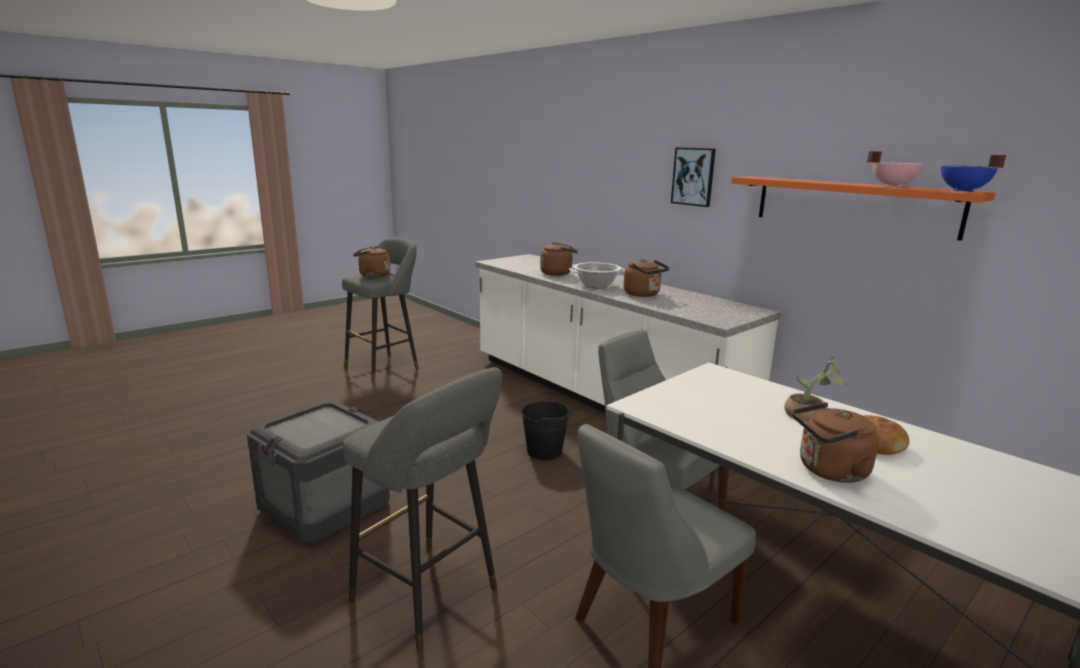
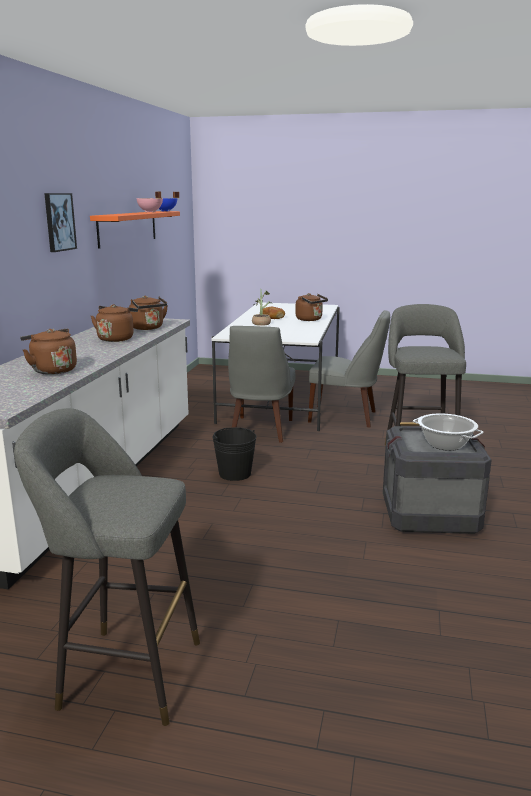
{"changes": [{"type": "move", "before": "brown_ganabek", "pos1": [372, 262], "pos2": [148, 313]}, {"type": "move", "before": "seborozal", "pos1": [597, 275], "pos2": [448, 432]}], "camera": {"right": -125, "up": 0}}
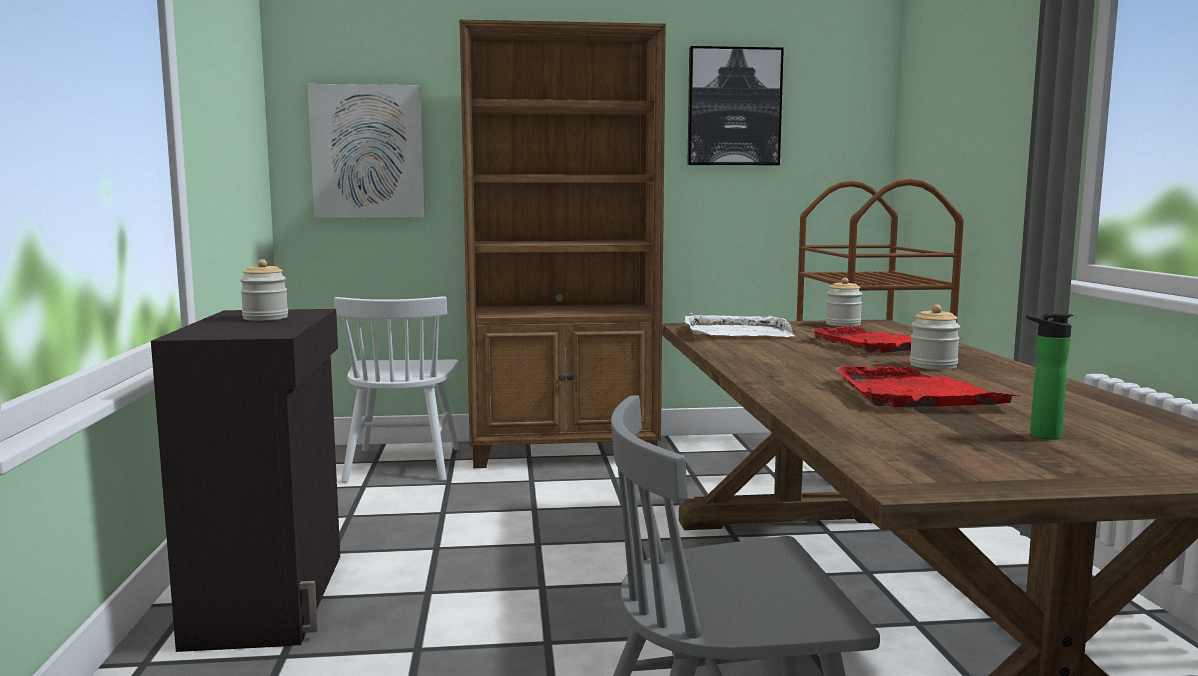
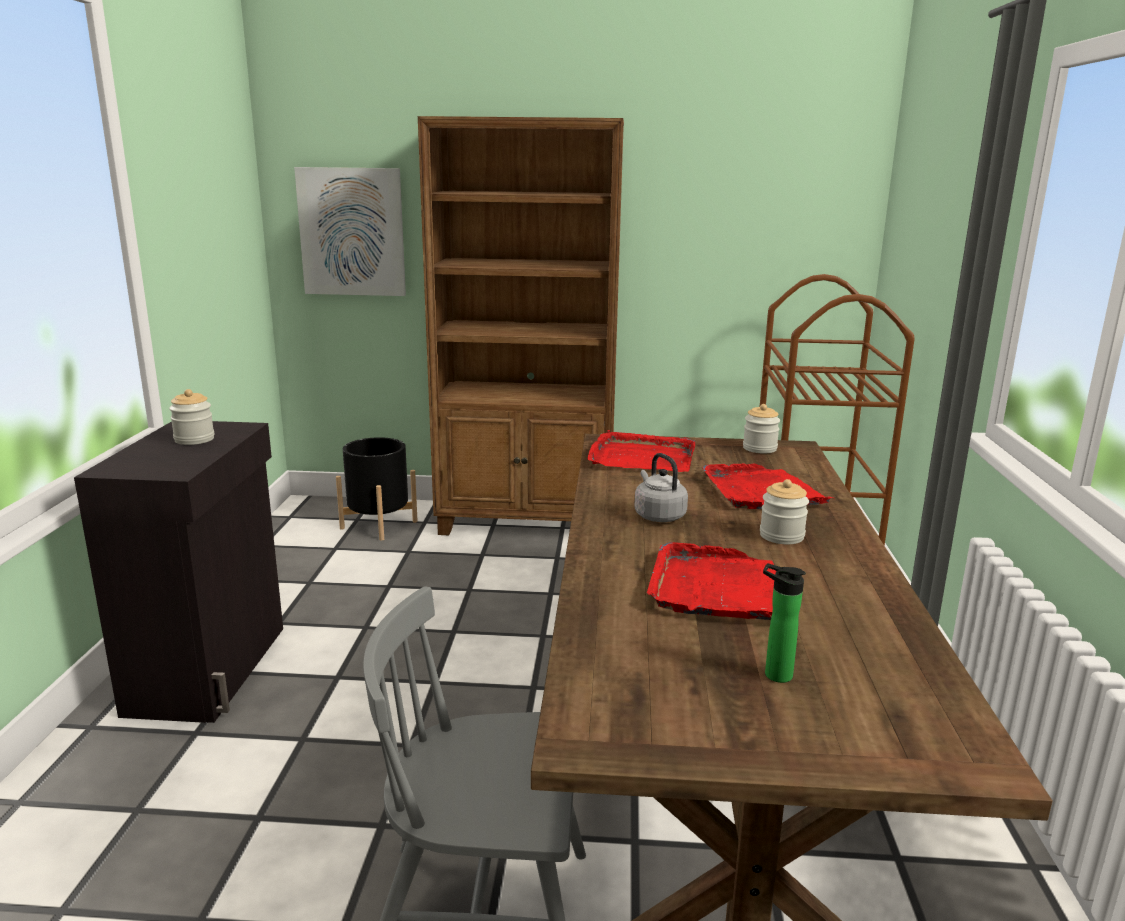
{"changes": [{"type": "replace", "before": "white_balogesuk", "after": "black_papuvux", "pos1": [396, 389], "pos2": [377, 489]}, {"type": "recolor", "before": "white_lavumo", "after": "red_lavumo", "pos1": [739, 325], "pos2": [641, 451]}, {"type": "delete", "before": "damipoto", "pos1": [735, 105]}, {"type": "insert", "after": "grey_ganabek", "pos2": [661, 487]}], "camera": {"right": 10, "up": 10}}
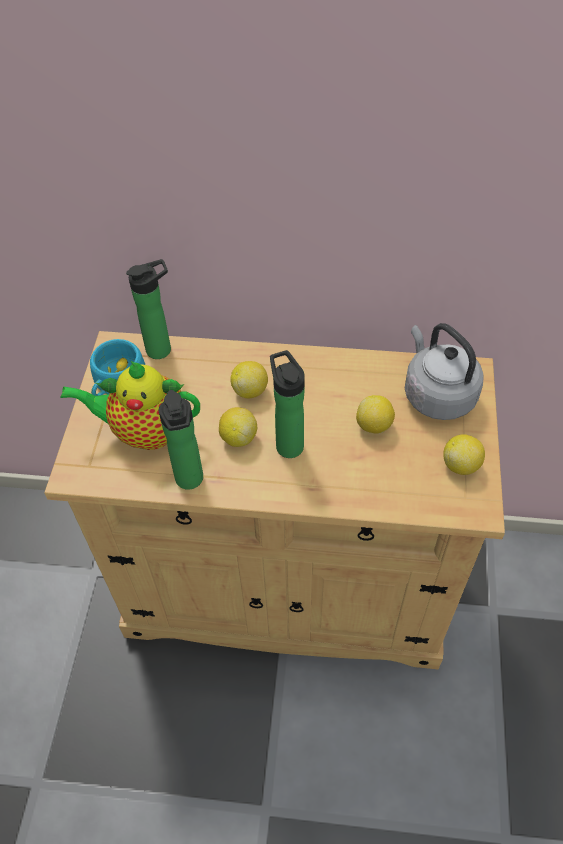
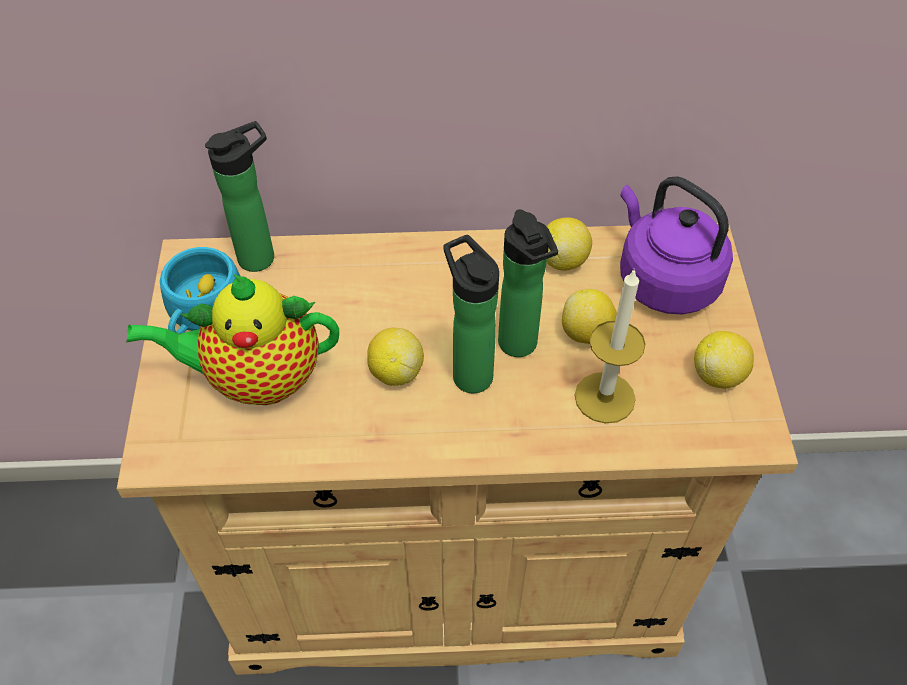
{"changes": [{"type": "move", "before": "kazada", "pos1": [181, 440], "pos2": [528, 283]}, {"type": "move", "before": "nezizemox", "pos1": [249, 379], "pos2": [569, 244]}, {"type": "recolor", "before": "grey_ganabek", "after": "purple_ganabek", "pos1": [444, 371], "pos2": [676, 245]}, {"type": "insert", "after": "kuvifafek", "pos2": [610, 345]}], "camera": {"right": -10, "up": 0}}
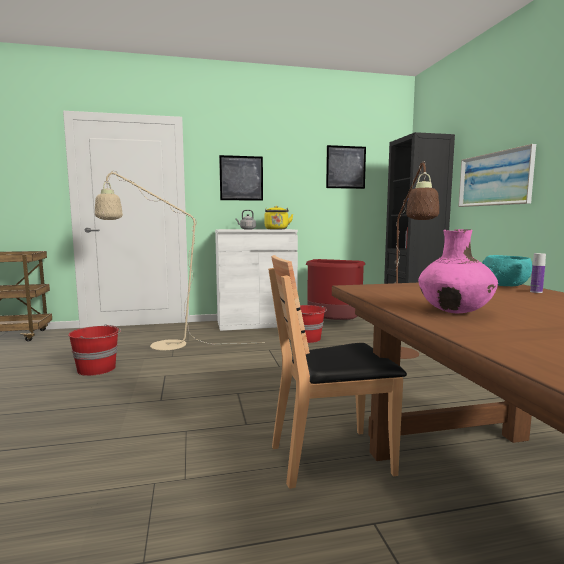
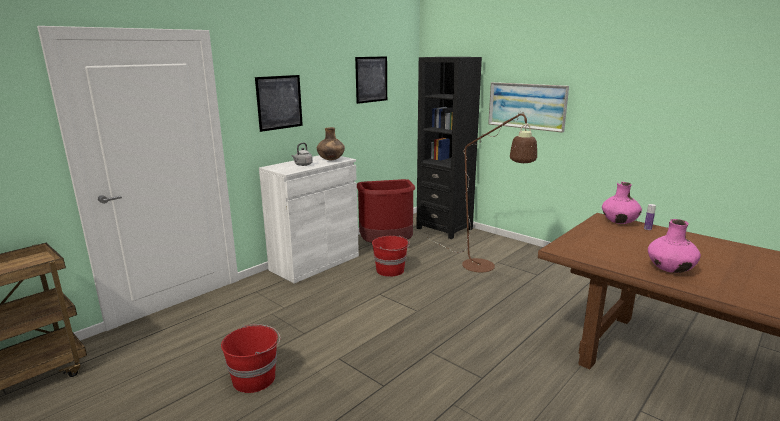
{"changes": [{"type": "delete", "before": "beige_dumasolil", "pos1": [169, 260]}, {"type": "replace", "before": "yellow_ganabek", "after": "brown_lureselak", "pos1": [278, 218], "pos2": [331, 143]}, {"type": "delete", "before": "brown_balogesuk", "pos1": [337, 372]}, {"type": "replace", "before": "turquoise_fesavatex", "after": "pink_lureselak", "pos1": [507, 270], "pos2": [622, 203]}], "camera": {"right": -35, "up": 10}}
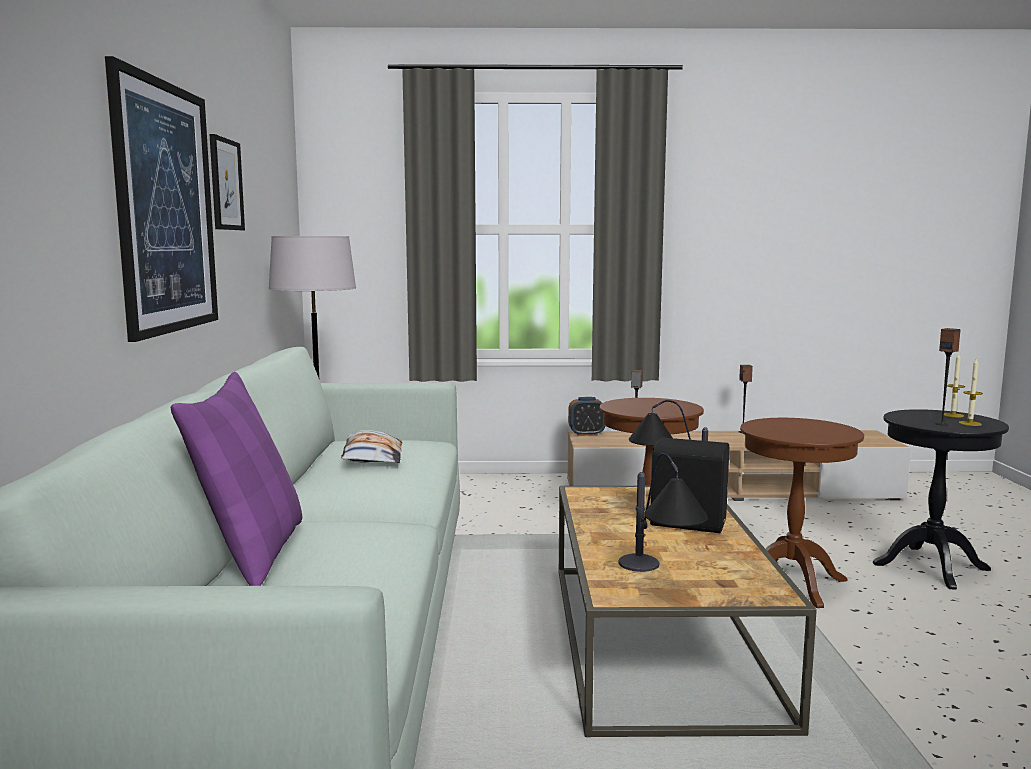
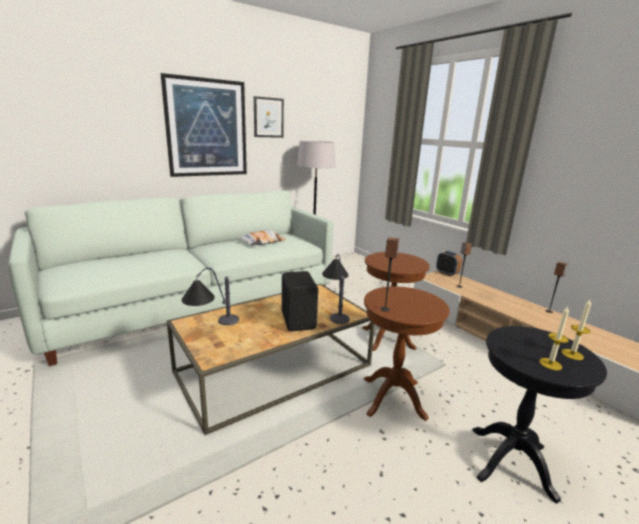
{"changes": [{"type": "delete", "before": "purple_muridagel", "pos1": [236, 479]}, {"type": "move", "before": "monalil", "pos1": [948, 376], "pos2": [389, 274]}], "camera": {"right": 55, "up": 10}}
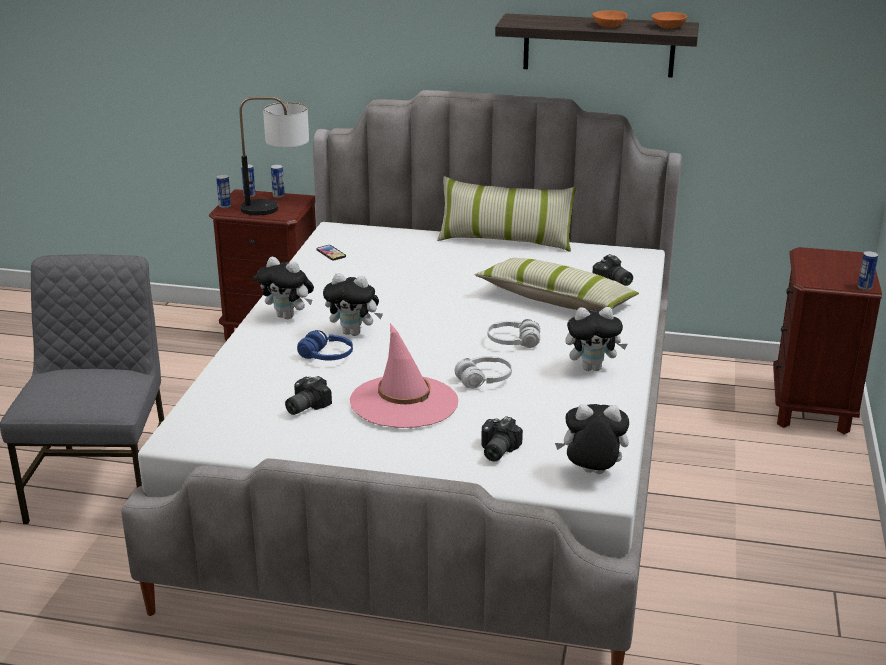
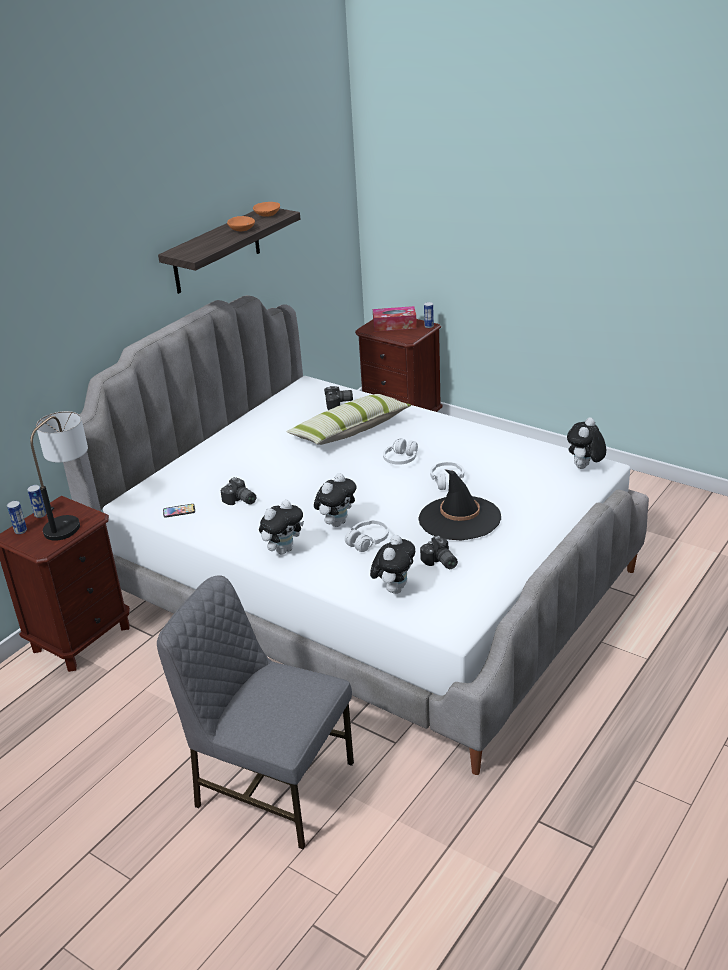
{"changes": [{"type": "delete", "before": "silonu", "pos1": [223, 191]}, {"type": "recolor", "before": "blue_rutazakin", "after": "white_rutazakin", "pos1": [325, 345], "pos2": [367, 536]}, {"type": "recolor", "before": "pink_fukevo", "after": "black_fukevo", "pos1": [404, 375], "pos2": [459, 504]}, {"type": "delete", "before": "muridagel", "pos1": [506, 214]}, {"type": "move", "before": "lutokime", "pos1": [502, 438], "pos2": [238, 491]}, {"type": "move", "before": "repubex", "pos1": [596, 339], "pos2": [392, 564]}, {"type": "insert", "after": "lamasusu", "pos2": [395, 318]}], "camera": {"right": -65, "up": 5}}
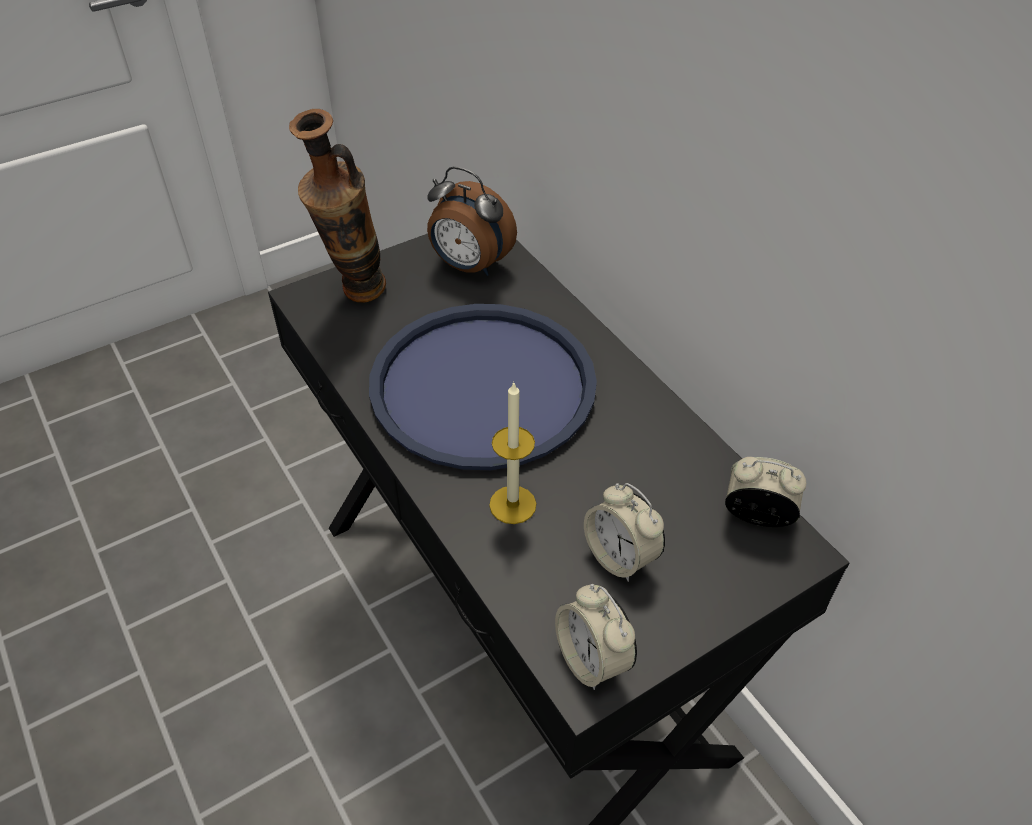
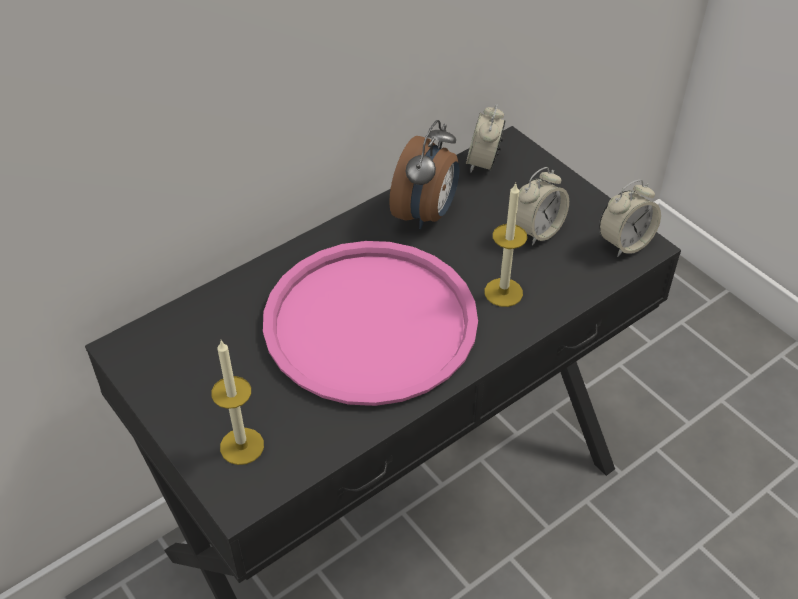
{"changes": [{"type": "replace", "before": "lureselak", "after": "kuvifafek", "pos1": [337, 206], "pos2": [237, 403]}, {"type": "recolor", "before": "blue_lavumo", "after": "pink_lavumo", "pos1": [483, 387], "pos2": [370, 323]}, {"type": "move", "before": "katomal", "pos1": [472, 221], "pos2": [424, 174]}], "camera": {"right": -95, "up": 0}}
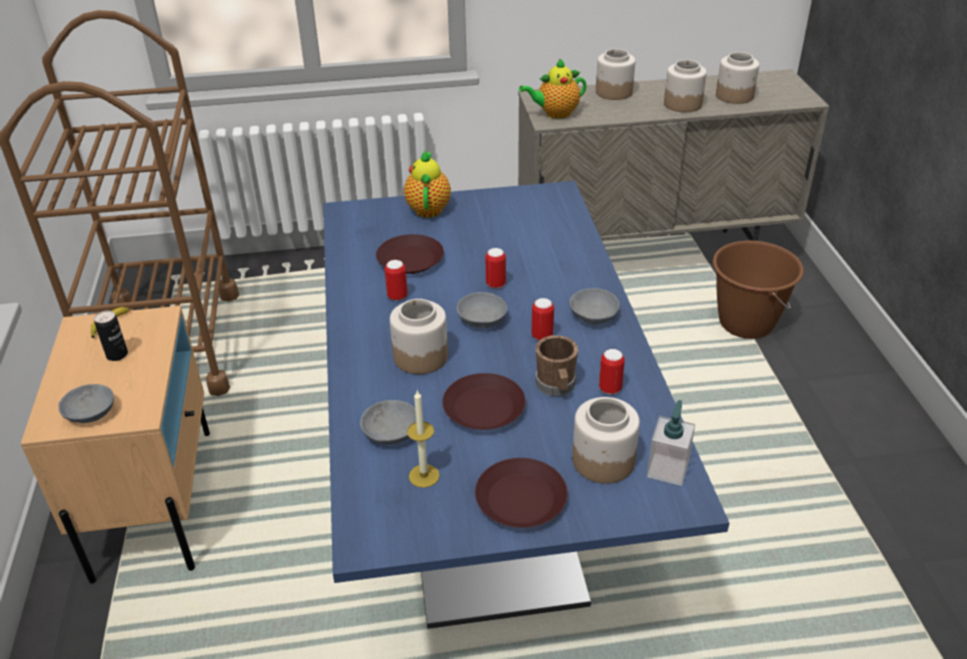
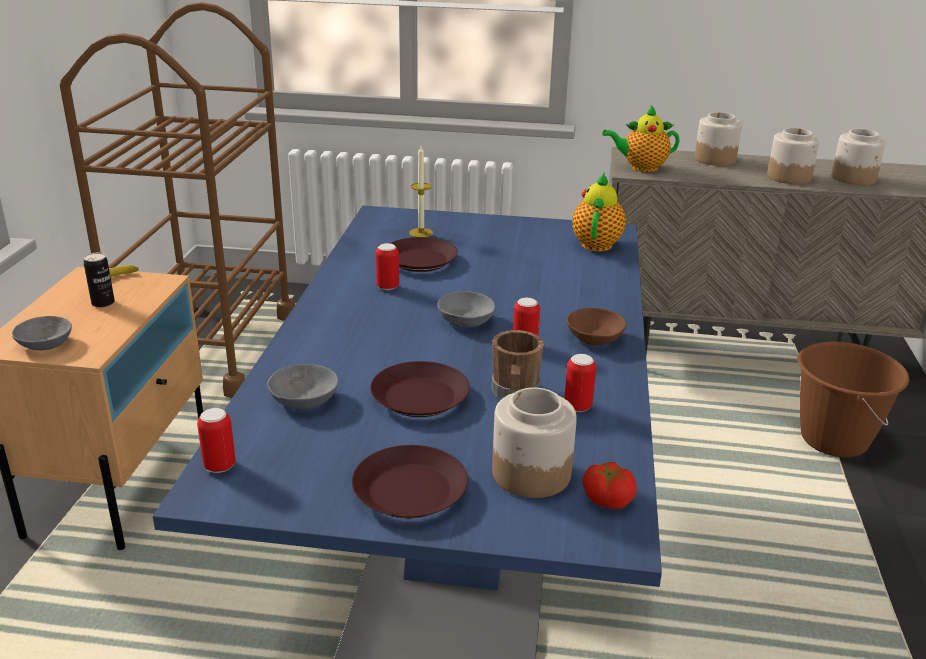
{"changes": [{"type": "delete", "before": "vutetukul", "pos1": [419, 336]}, {"type": "move", "before": "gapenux", "pos1": [427, 184], "pos2": [599, 212]}, {"type": "move", "before": "kuvifafek", "pos1": [423, 439], "pos2": [421, 191]}, {"type": "move", "before": "silonu", "pos1": [495, 268], "pos2": [216, 440]}, {"type": "recolor", "before": "grey_fesavatex", "after": "brown_fesavatex", "pos1": [594, 306], "pos2": [596, 326]}, {"type": "replace", "before": "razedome", "after": "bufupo", "pos1": [671, 443], "pos2": [609, 485]}], "camera": {"right": 15, "up": -10}}
